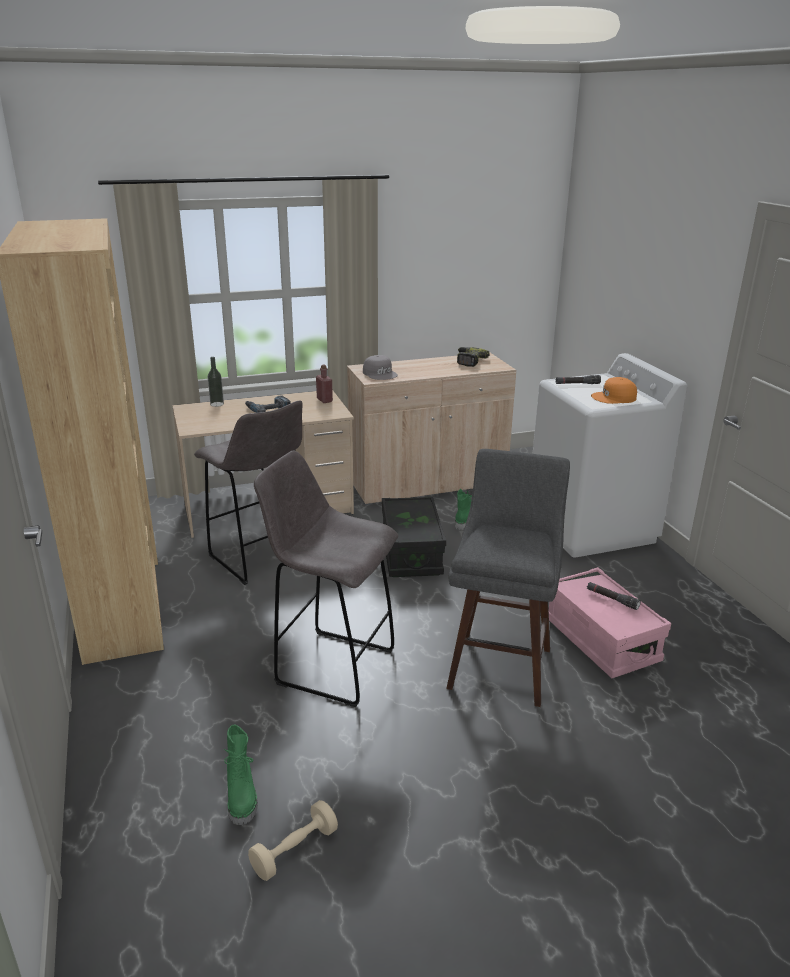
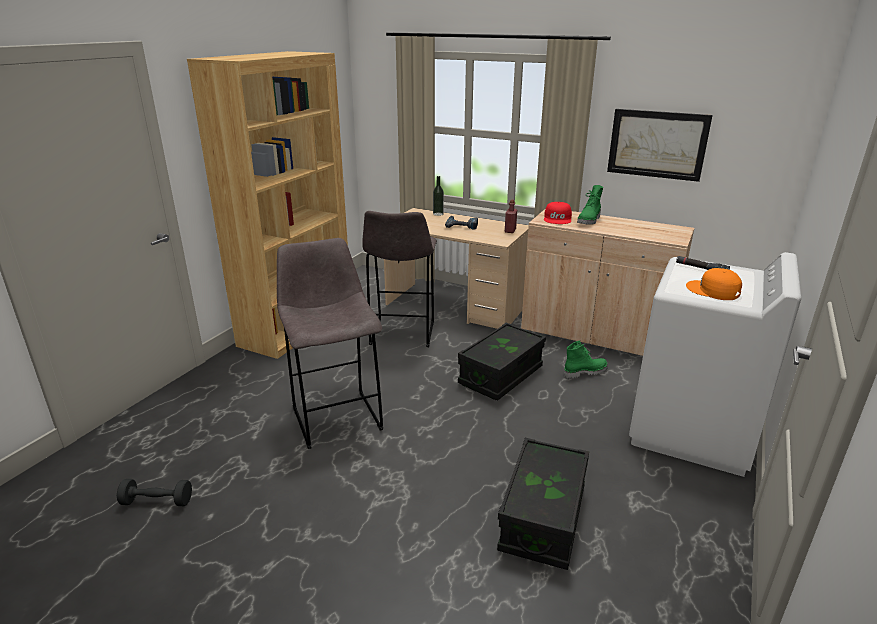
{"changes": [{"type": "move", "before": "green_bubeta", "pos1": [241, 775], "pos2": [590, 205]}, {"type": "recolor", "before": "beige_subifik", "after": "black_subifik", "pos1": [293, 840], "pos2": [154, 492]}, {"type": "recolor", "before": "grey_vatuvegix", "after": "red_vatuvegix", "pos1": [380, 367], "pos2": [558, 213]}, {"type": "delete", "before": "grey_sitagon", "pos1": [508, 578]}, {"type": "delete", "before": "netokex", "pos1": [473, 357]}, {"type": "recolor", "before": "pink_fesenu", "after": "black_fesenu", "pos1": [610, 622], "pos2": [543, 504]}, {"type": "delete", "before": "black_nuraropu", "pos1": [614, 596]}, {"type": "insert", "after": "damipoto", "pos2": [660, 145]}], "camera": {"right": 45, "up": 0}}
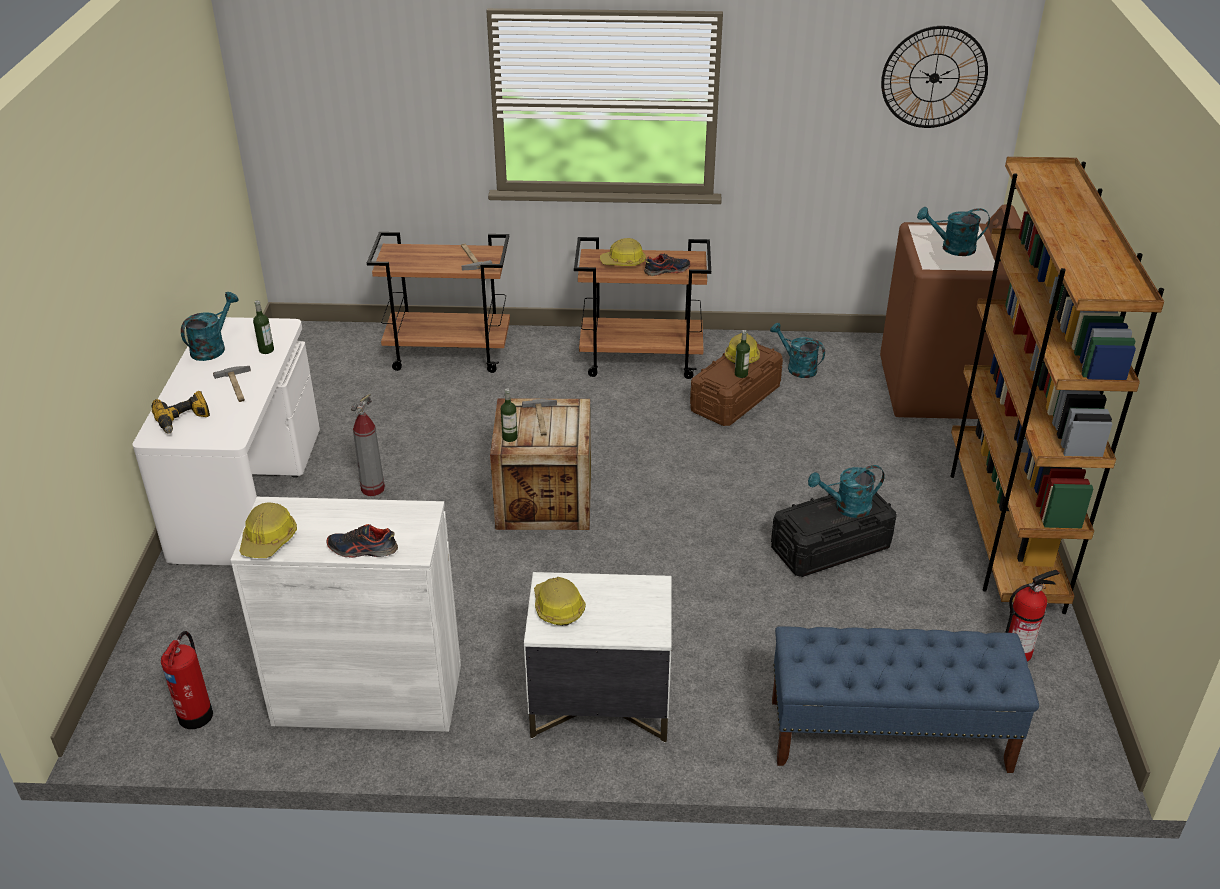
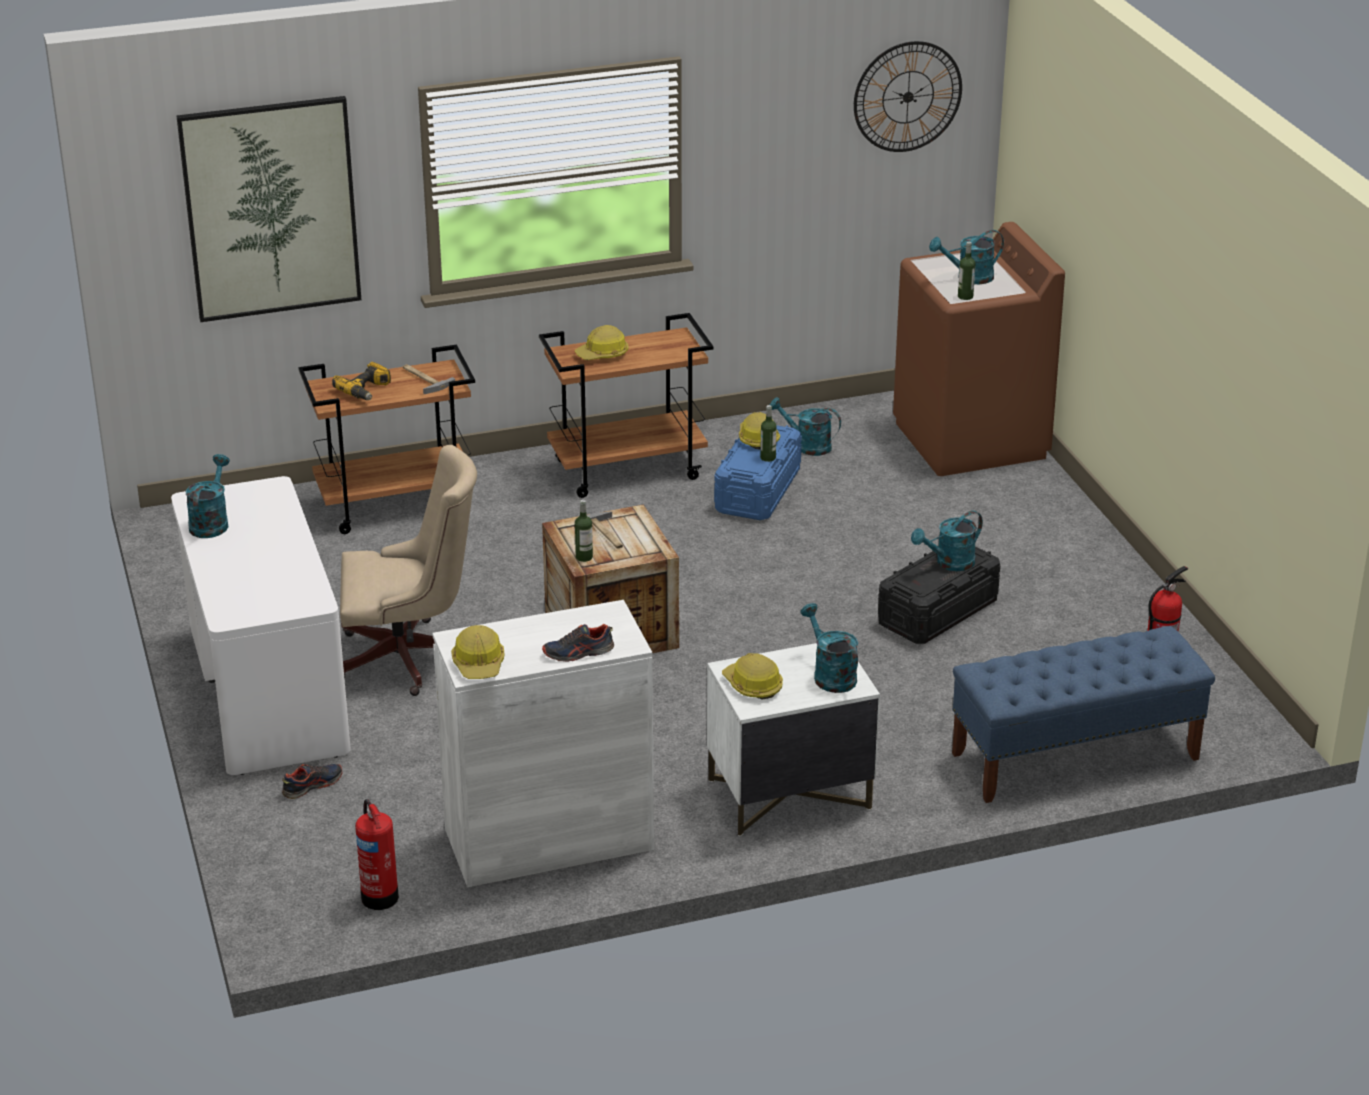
{"changes": [{"type": "move", "before": "netokex", "pos1": [181, 412], "pos2": [361, 381]}, {"type": "delete", "before": "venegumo", "pos1": [232, 384]}, {"type": "move", "before": "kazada", "pos1": [263, 327], "pos2": [967, 270]}, {"type": "replace", "before": "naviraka", "after": "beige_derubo", "pos1": [368, 445], "pos2": [408, 570]}, {"type": "move", "before": "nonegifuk", "pos1": [667, 264], "pos2": [312, 781]}, {"type": "recolor", "before": "brown_fesenu", "after": "blue_fesenu", "pos1": [736, 385], "pos2": [758, 472]}, {"type": "delete", "before": "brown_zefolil", "pos1": [1057, 385]}, {"type": "insert", "after": "damipoto", "pos2": [268, 209]}, {"type": "insert", "after": "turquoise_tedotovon", "pos2": [829, 648]}], "camera": {"right": -20, "up": -5}}
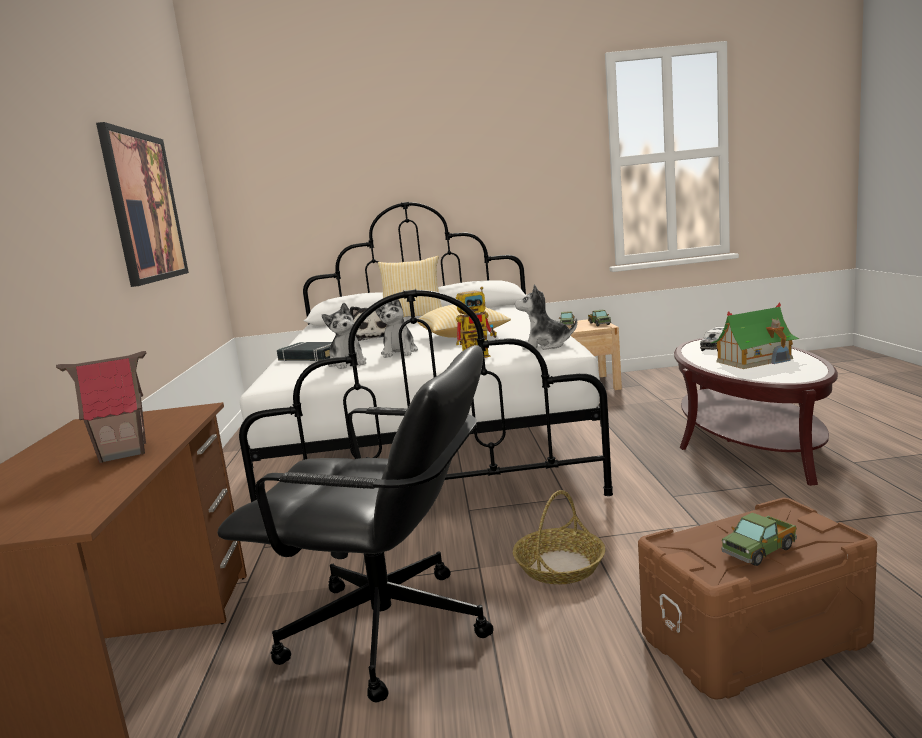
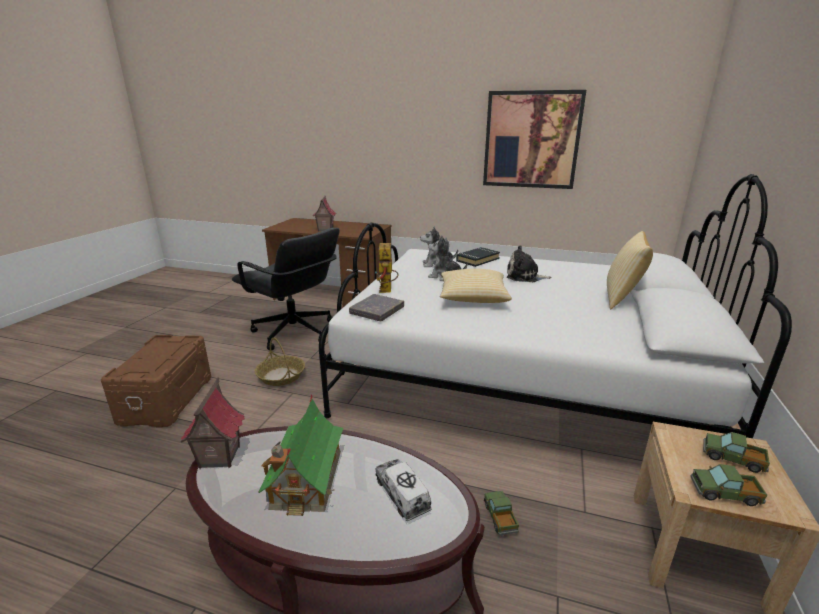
{"changes": [{"type": "rotate", "before": "black_derubo", "pos1": [355, 523], "pos2": [286, 289], "turn": -90}, {"type": "replace", "before": "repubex", "after": "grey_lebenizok", "pos1": [546, 317], "pos2": [376, 307]}, {"type": "move", "before": "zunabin", "pos1": [759, 539], "pos2": [501, 514]}, {"type": "insert", "after": "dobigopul", "pos2": [212, 423]}], "camera": {"right": 110, "up": 10}}
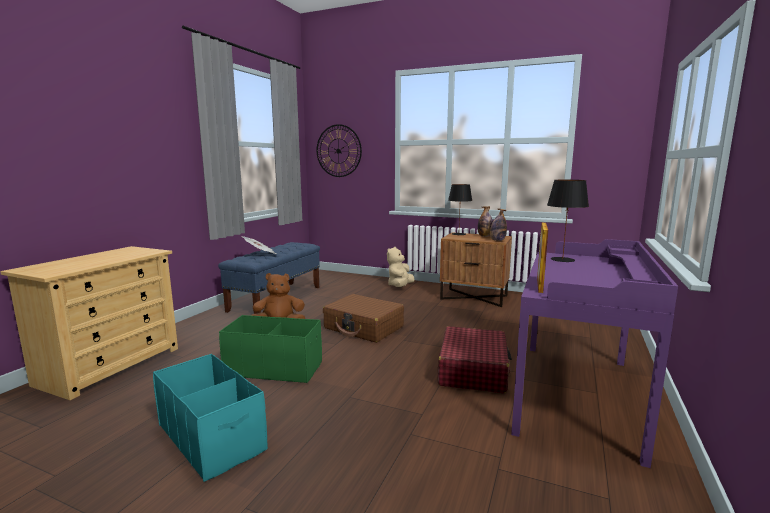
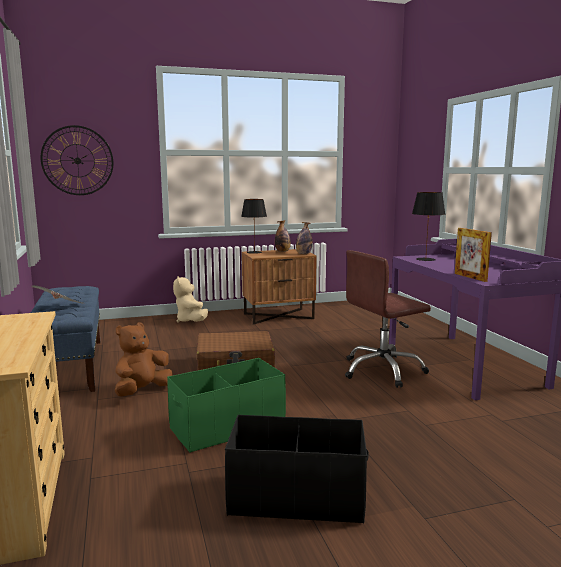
{"changes": [{"type": "recolor", "before": "turquoise_fesenu", "after": "black_fesenu", "pos1": [210, 418], "pos2": [297, 469]}, {"type": "replace", "before": "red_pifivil", "after": "brown_derubo", "pos1": [475, 359], "pos2": [388, 319]}], "camera": {"right": -40, "up": 0}}
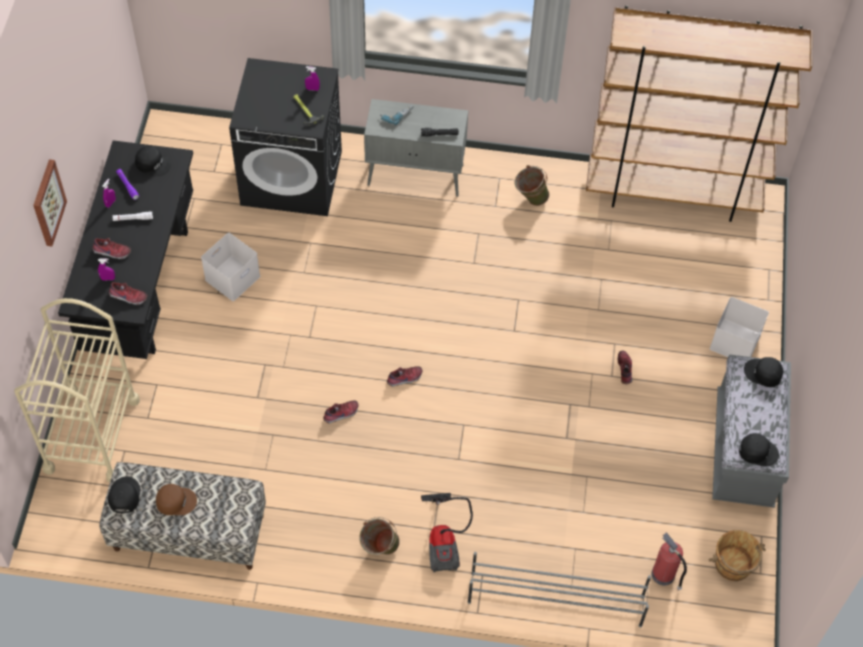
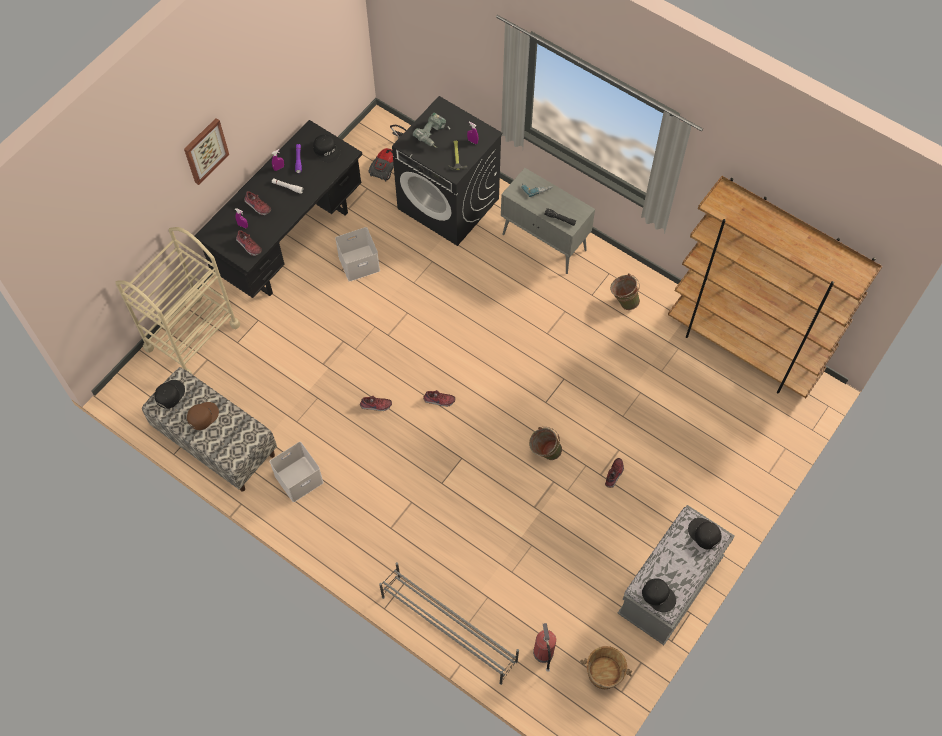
{"changes": [{"type": "rotate", "before": "brown_vatuvegix", "pos1": [176, 499], "pos2": [203, 416], "turn": -75}, {"type": "move", "before": "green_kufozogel", "pos1": [379, 536], "pos2": [545, 443]}, {"type": "move", "before": "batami", "pos1": [447, 532], "pos2": [387, 152]}, {"type": "move", "before": "white_fesenu", "pos1": [739, 327], "pos2": [296, 472]}, {"type": "insert", "after": "netokex", "pos2": [431, 130]}], "camera": {"right": 30, "up": 5}}
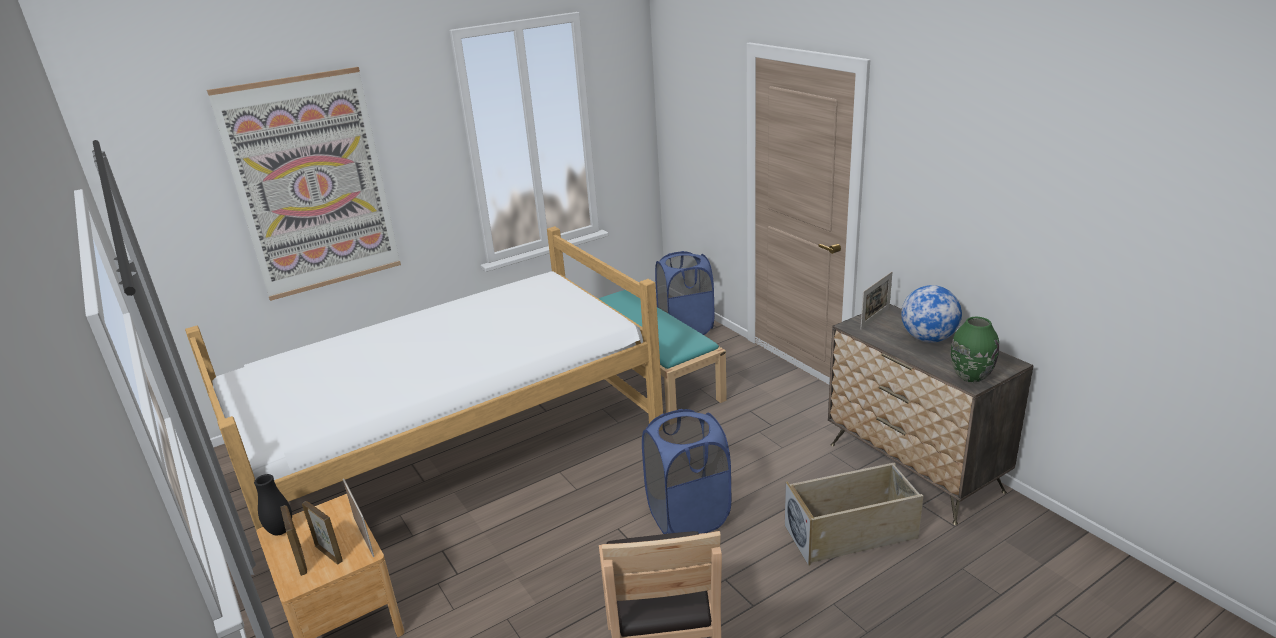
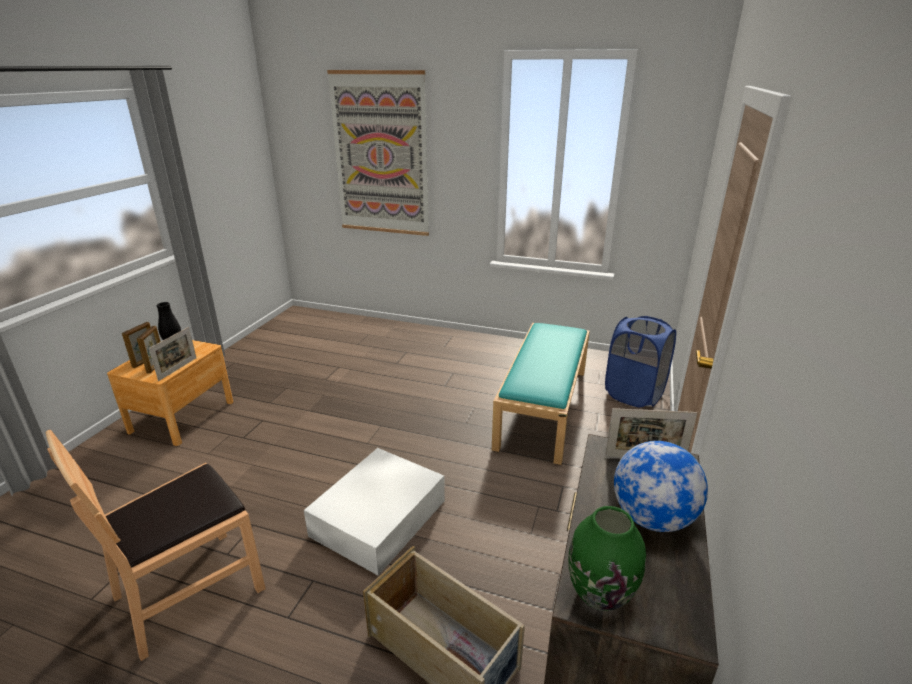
{"changes": [{"type": "delete", "before": "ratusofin", "pos1": [424, 378]}, {"type": "replace", "before": "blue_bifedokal", "after": "white_fesenu", "pos1": [686, 471], "pos2": [374, 512]}], "camera": {"right": 50, "up": 0}}
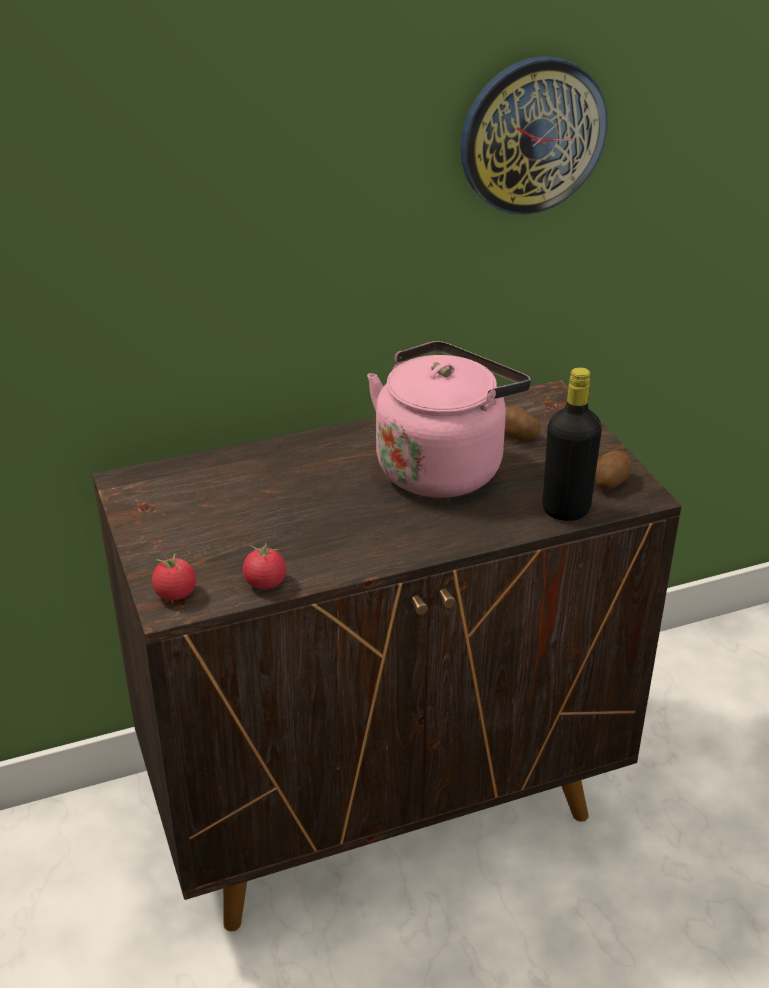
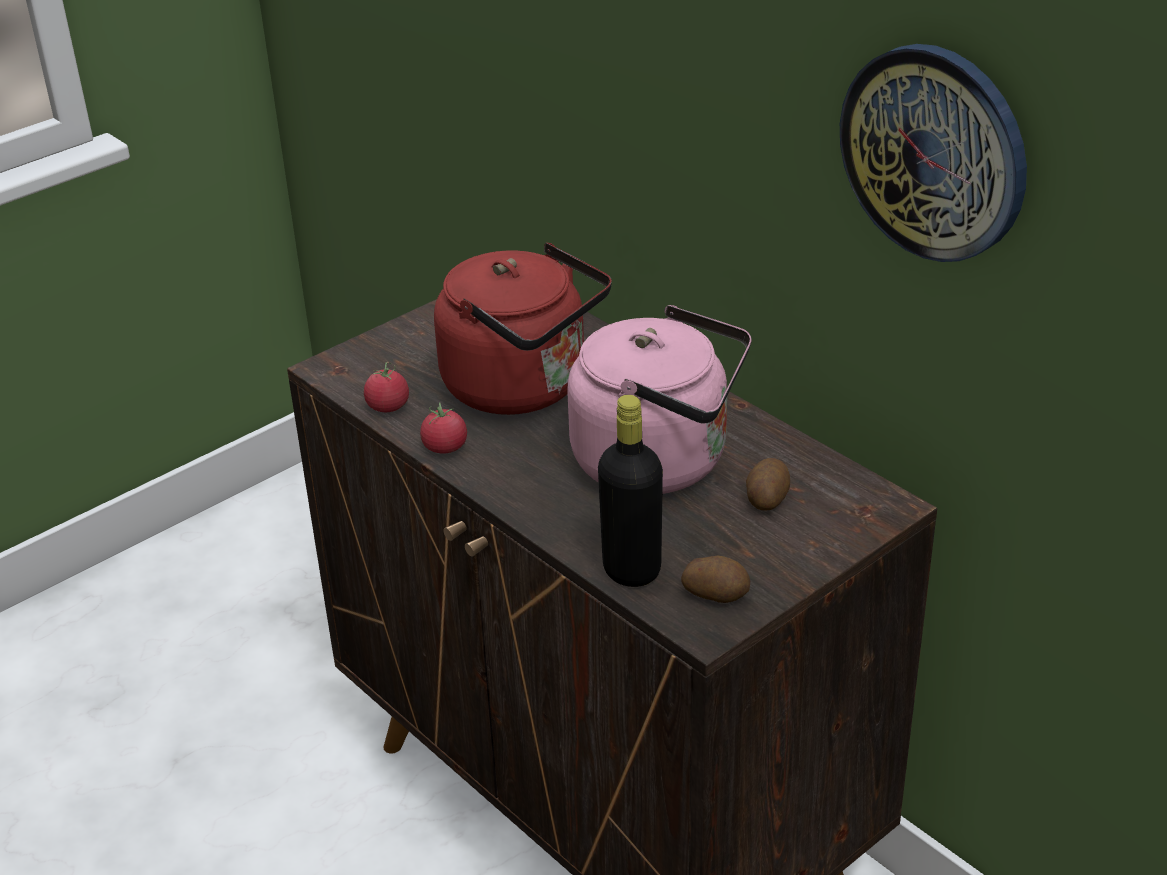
{"changes": [{"type": "move", "before": "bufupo", "pos1": [174, 576], "pos2": [443, 428]}, {"type": "insert", "after": "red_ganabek", "pos2": [523, 328]}], "camera": {"right": 70, "up": 0}}
